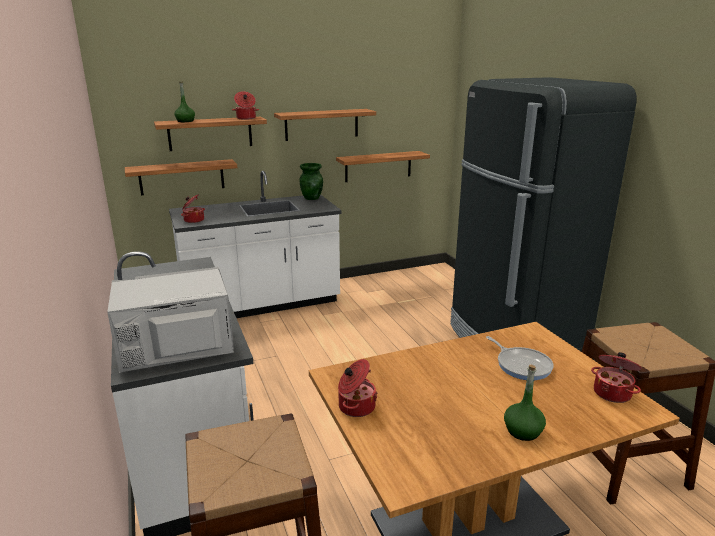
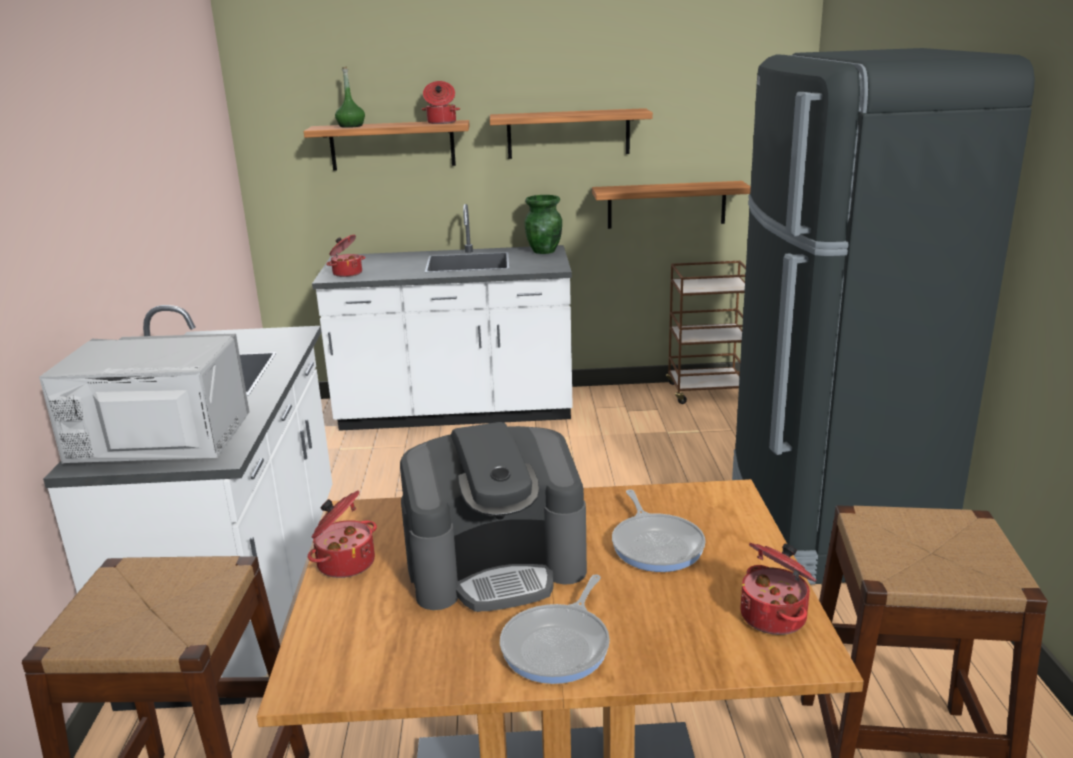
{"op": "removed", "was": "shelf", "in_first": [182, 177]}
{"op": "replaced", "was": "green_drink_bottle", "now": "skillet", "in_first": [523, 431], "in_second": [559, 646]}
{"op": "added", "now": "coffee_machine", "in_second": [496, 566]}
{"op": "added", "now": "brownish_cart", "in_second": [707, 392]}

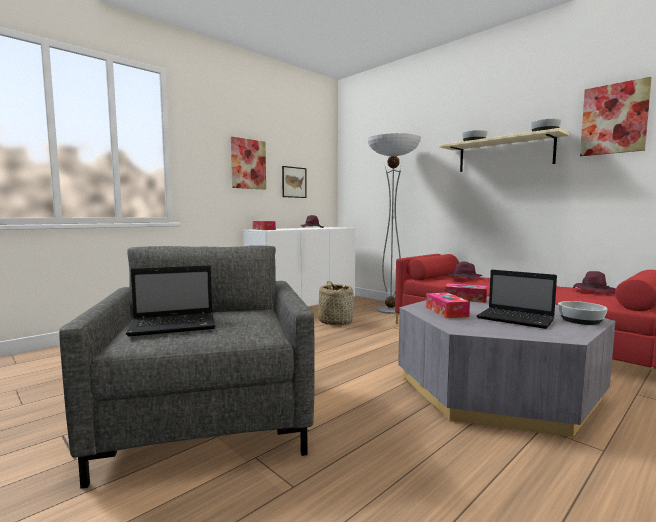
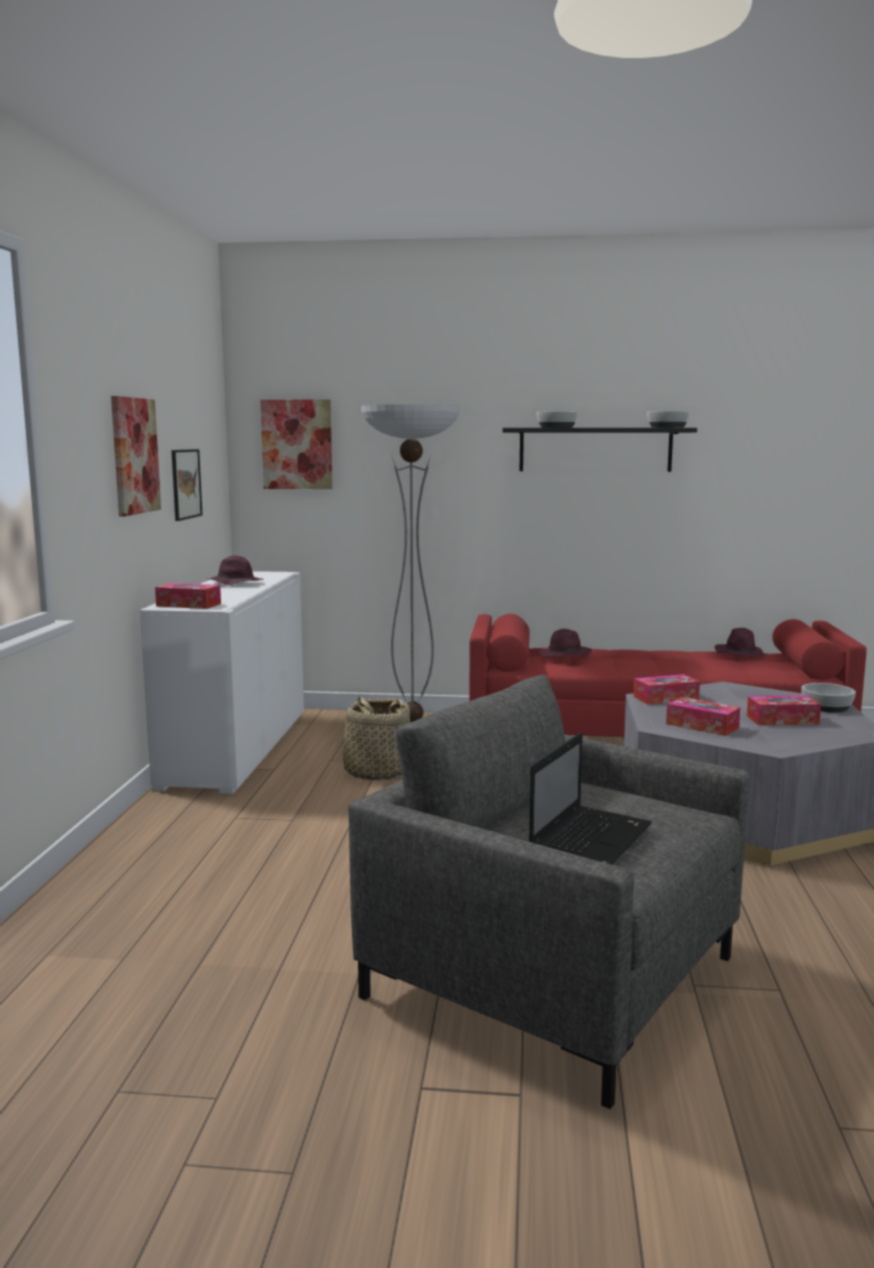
{"op": "recoloured", "was": "sand-coloured_shelf", "now": "black-coloured_shelf", "in_first": [504, 154], "in_second": [595, 449]}
{"op": "replaced", "was": "laptop", "now": "tissue_box", "in_first": [517, 319], "in_second": [782, 720]}
{"op": "moved", "was": "wall_picture", "in_first": [614, 119], "in_second": [297, 444]}

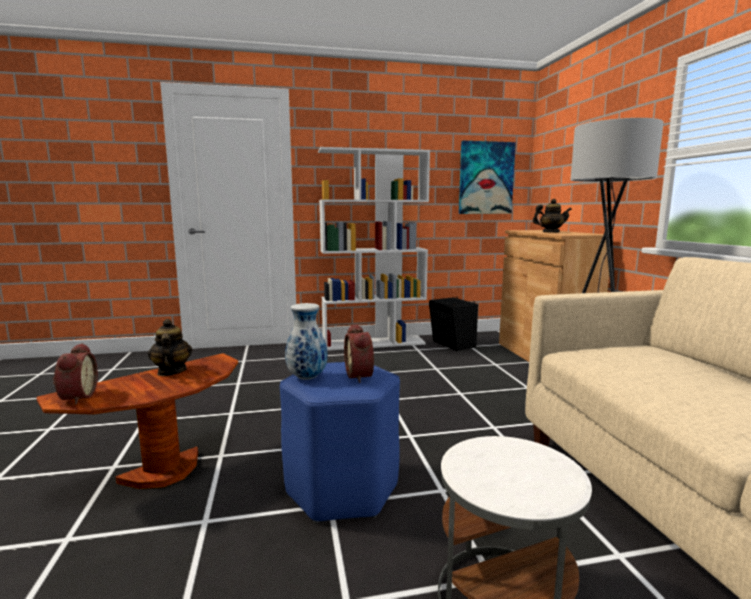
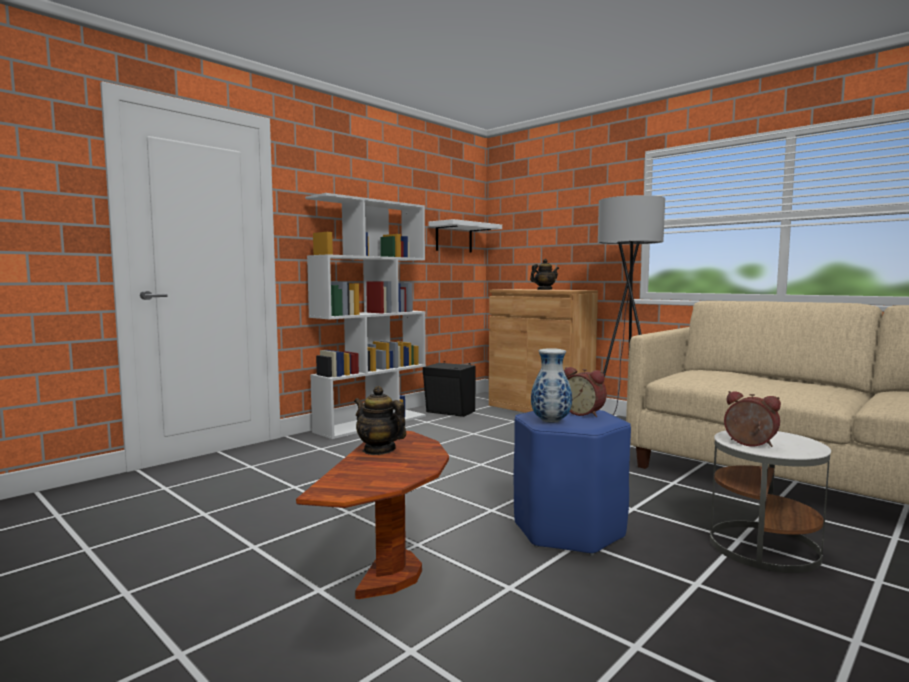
{"op": "moved", "was": "alarm_clock", "in_first": [76, 397], "in_second": [749, 444]}
{"op": "replaced", "was": "wall_picture", "now": "whitish_shelf", "in_first": [486, 178], "in_second": [454, 237]}

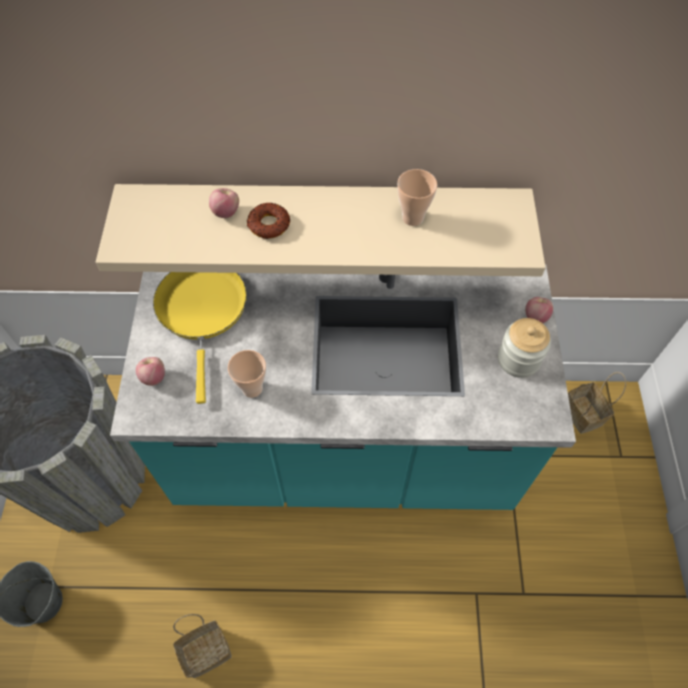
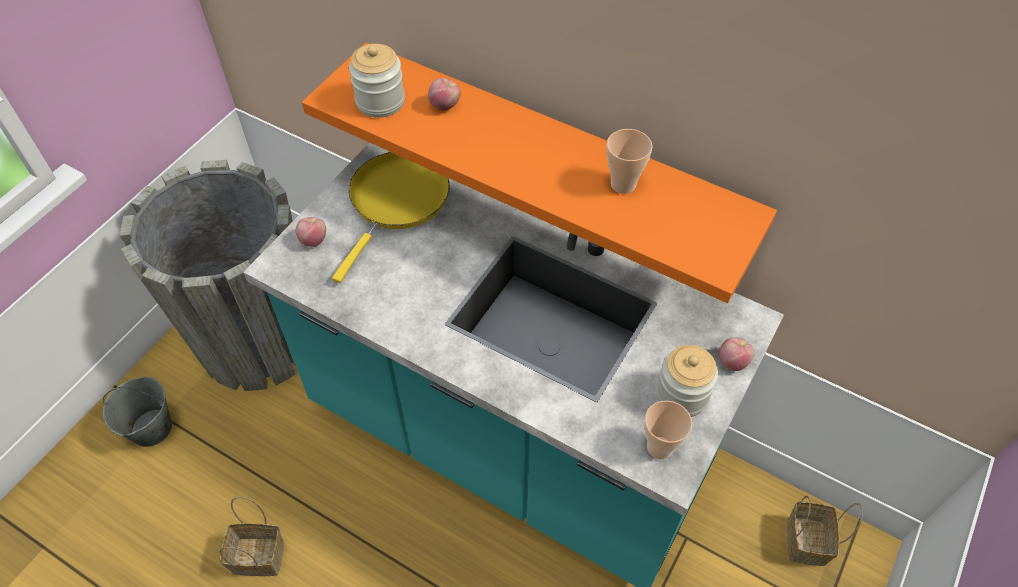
{"op": "recoloured", "was": "sand-coloured_shelf", "now": "orangey_shelf", "in_first": [324, 213], "in_second": [553, 152]}
{"op": "moved", "was": "small_cup", "in_first": [252, 388], "in_second": [659, 447]}
{"op": "removed", "was": "donut", "in_first": [269, 225]}
{"op": "added", "now": "preserve_jar", "in_second": [380, 101]}

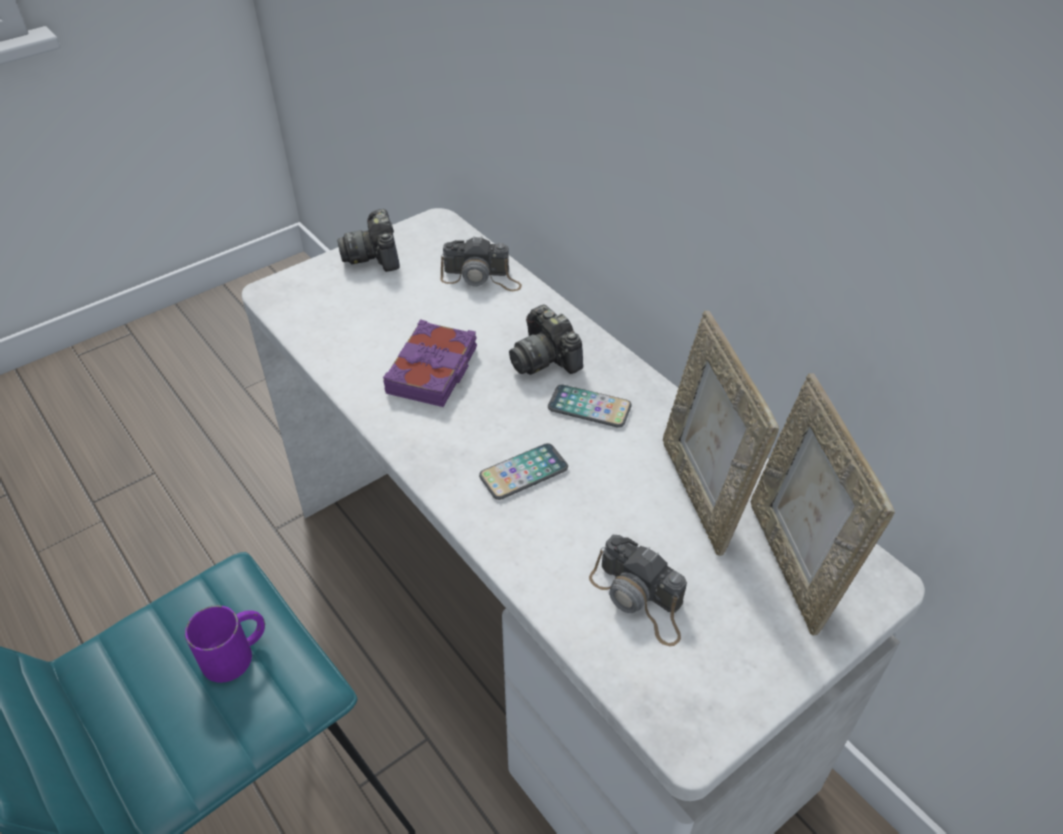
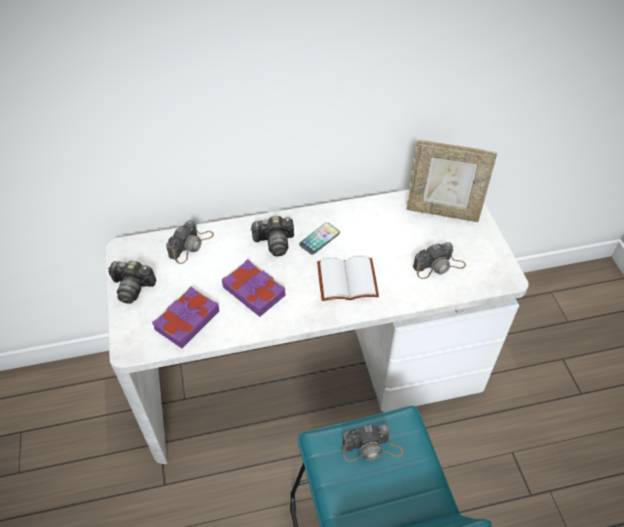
{"op": "replaced", "was": "purple_tea_mug", "now": "photo_camera", "in_first": [236, 653], "in_second": [372, 448]}
{"op": "replaced", "was": "telephone", "now": "whitish_volume", "in_first": [523, 472], "in_second": [348, 279]}
{"op": "removed", "was": "standing_frame", "in_first": [701, 493]}
{"op": "added", "now": "purple_volume", "in_second": [186, 320]}

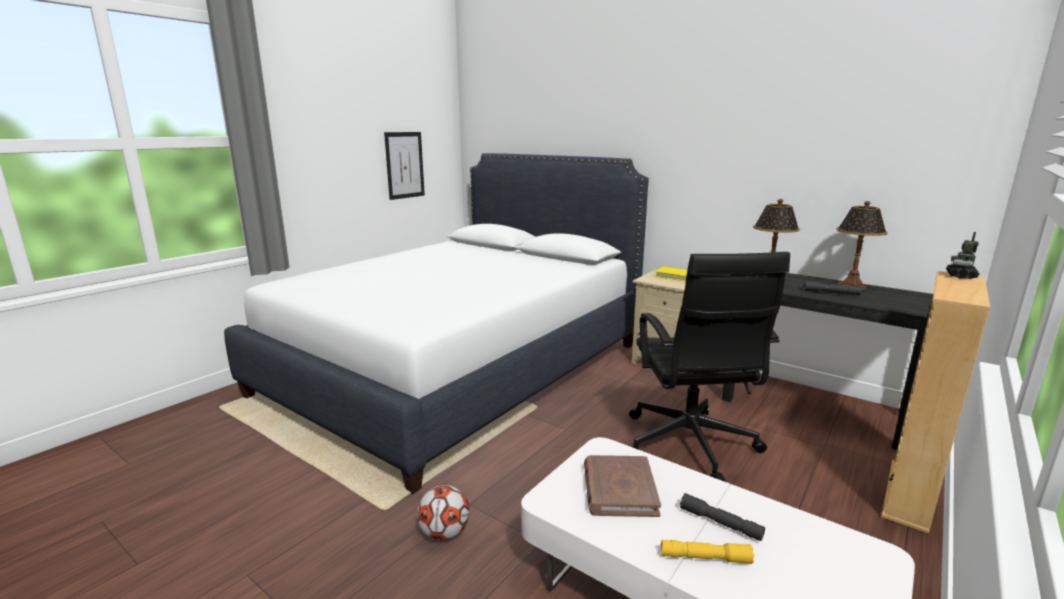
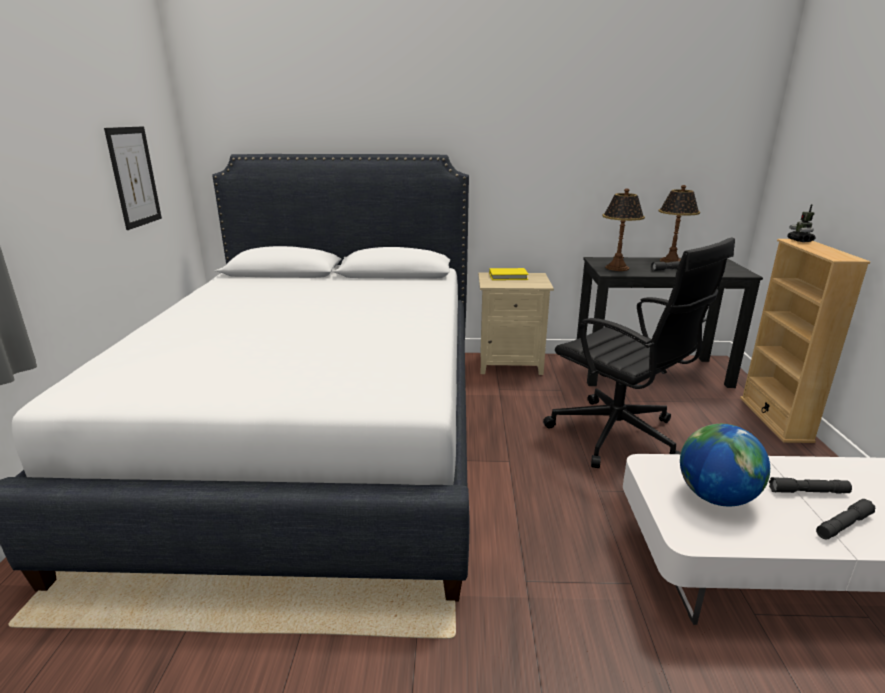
{"op": "removed", "was": "football_ball", "in_first": [444, 533]}
{"op": "replaced", "was": "brownish_volume", "now": "globe", "in_first": [619, 489], "in_second": [715, 497]}
{"op": "recoloured", "was": "yellowish_flashlight", "now": "gray_flashlight", "in_first": [705, 558], "in_second": [843, 525]}

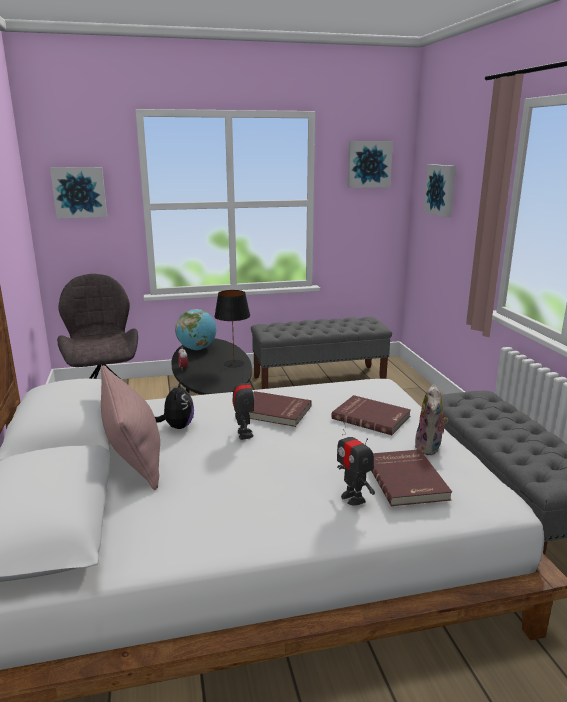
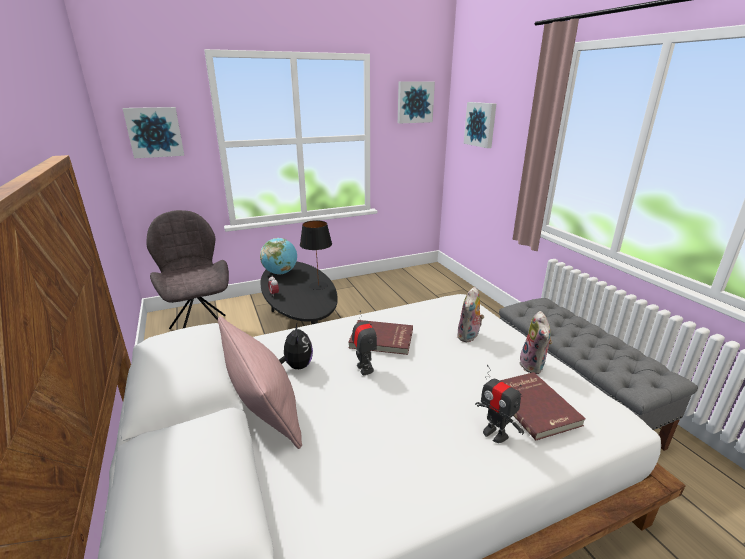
{"op": "removed", "was": "gray_long_seat", "in_first": [319, 380]}
{"op": "replaced", "was": "reddish_volume", "now": "plush_toy", "in_first": [371, 417], "in_second": [469, 337]}

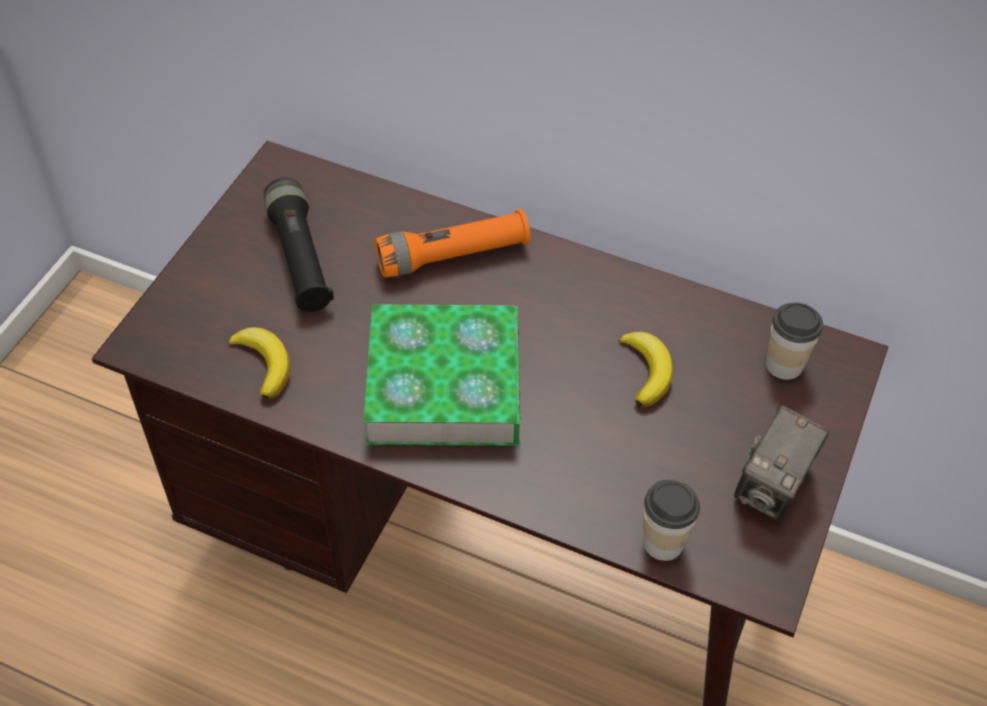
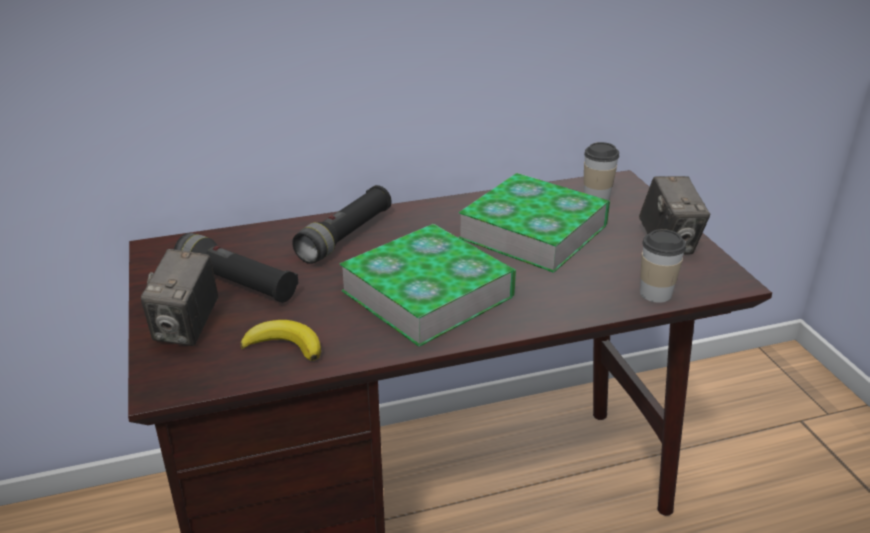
{"op": "recoloured", "was": "orangey_flashlight", "now": "black-coloured_flashlight", "in_first": [453, 256], "in_second": [345, 237]}
{"op": "replaced", "was": "banana", "now": "volume", "in_first": [646, 371], "in_second": [533, 231]}
{"op": "added", "now": "photo_camera", "in_second": [187, 328]}

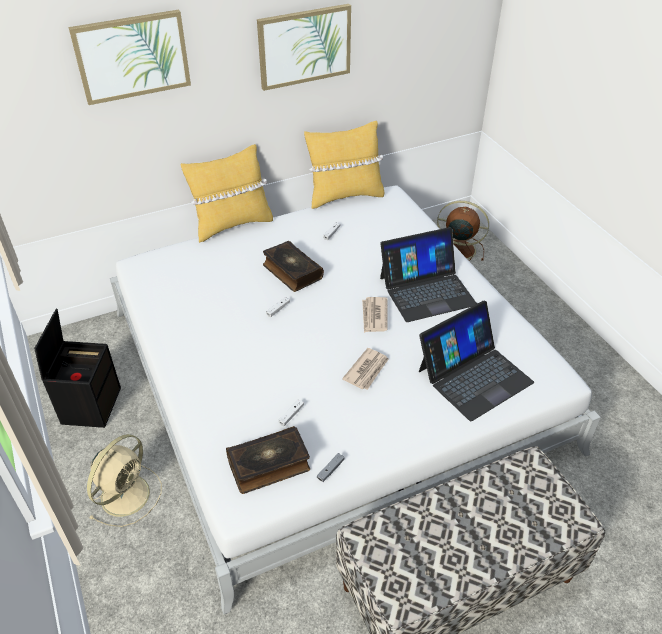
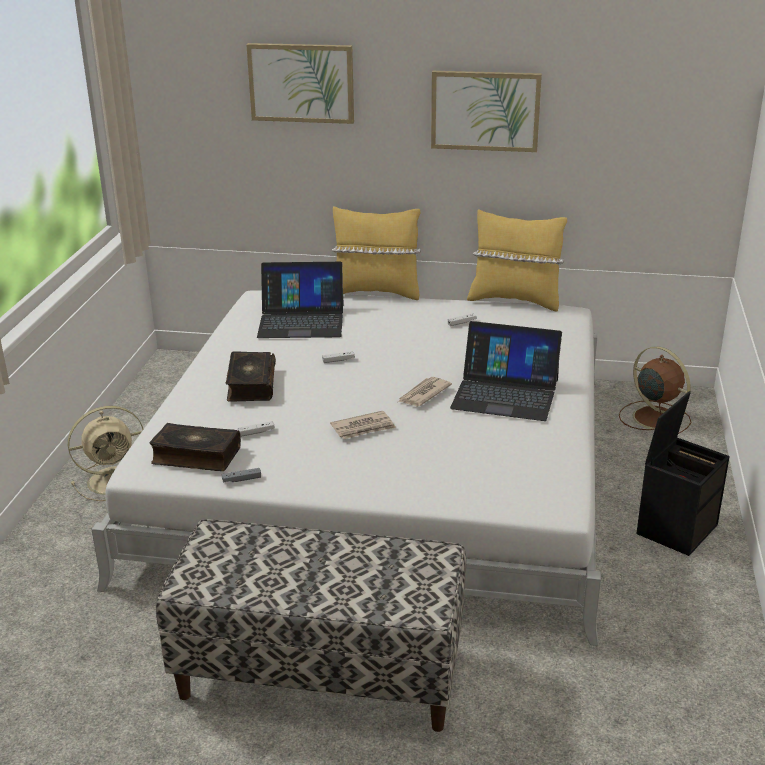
{"op": "moved", "was": "black-coloured_storage_box", "in_first": [91, 404], "in_second": [676, 528]}
{"op": "moved", "was": "volume", "in_first": [291, 272], "in_second": [250, 385]}
{"op": "moved", "was": "laptop", "in_first": [474, 376], "in_second": [301, 321]}

